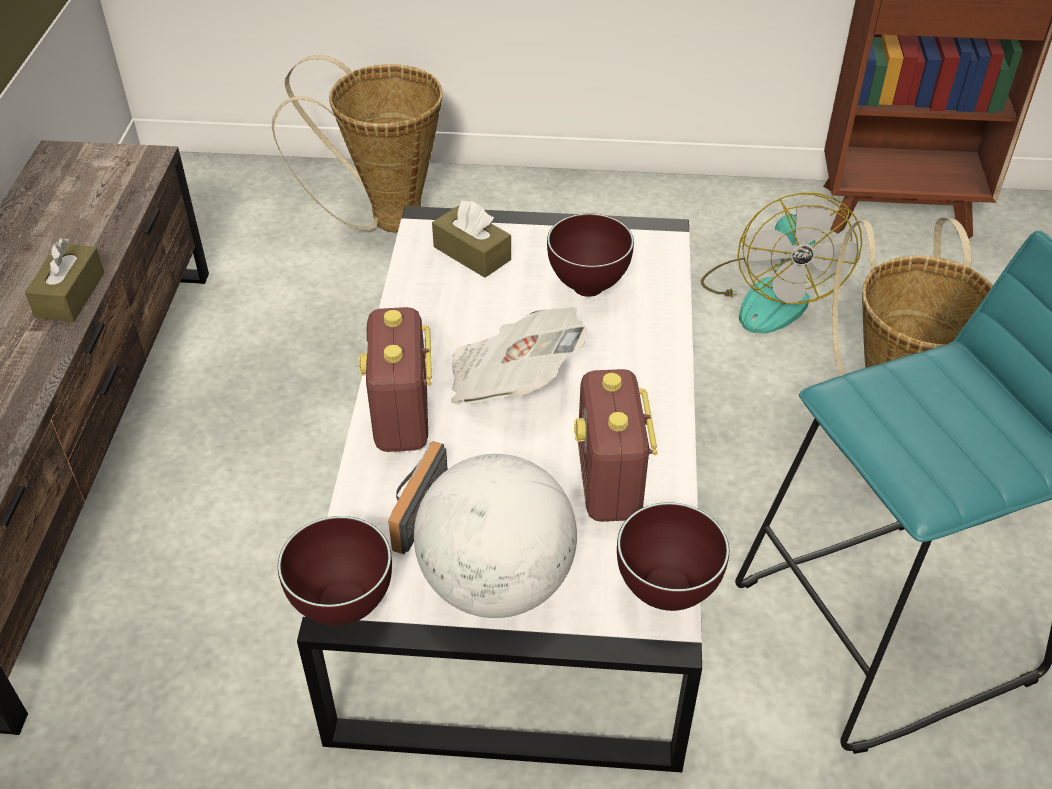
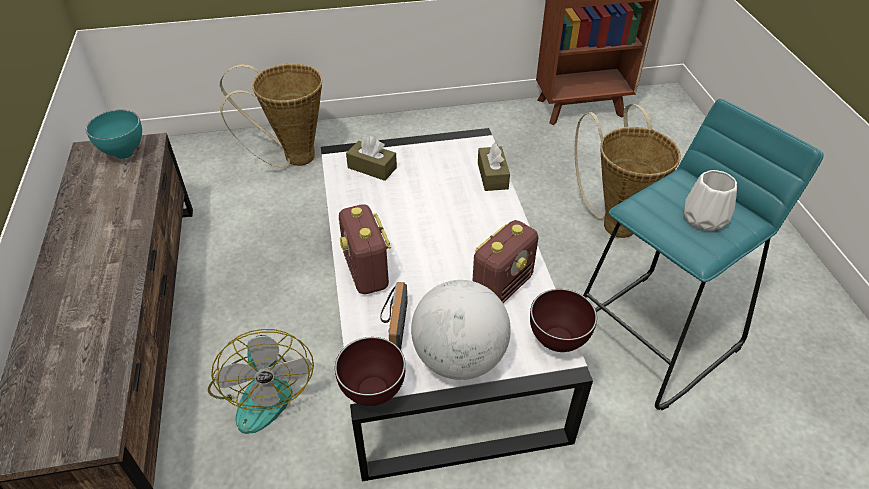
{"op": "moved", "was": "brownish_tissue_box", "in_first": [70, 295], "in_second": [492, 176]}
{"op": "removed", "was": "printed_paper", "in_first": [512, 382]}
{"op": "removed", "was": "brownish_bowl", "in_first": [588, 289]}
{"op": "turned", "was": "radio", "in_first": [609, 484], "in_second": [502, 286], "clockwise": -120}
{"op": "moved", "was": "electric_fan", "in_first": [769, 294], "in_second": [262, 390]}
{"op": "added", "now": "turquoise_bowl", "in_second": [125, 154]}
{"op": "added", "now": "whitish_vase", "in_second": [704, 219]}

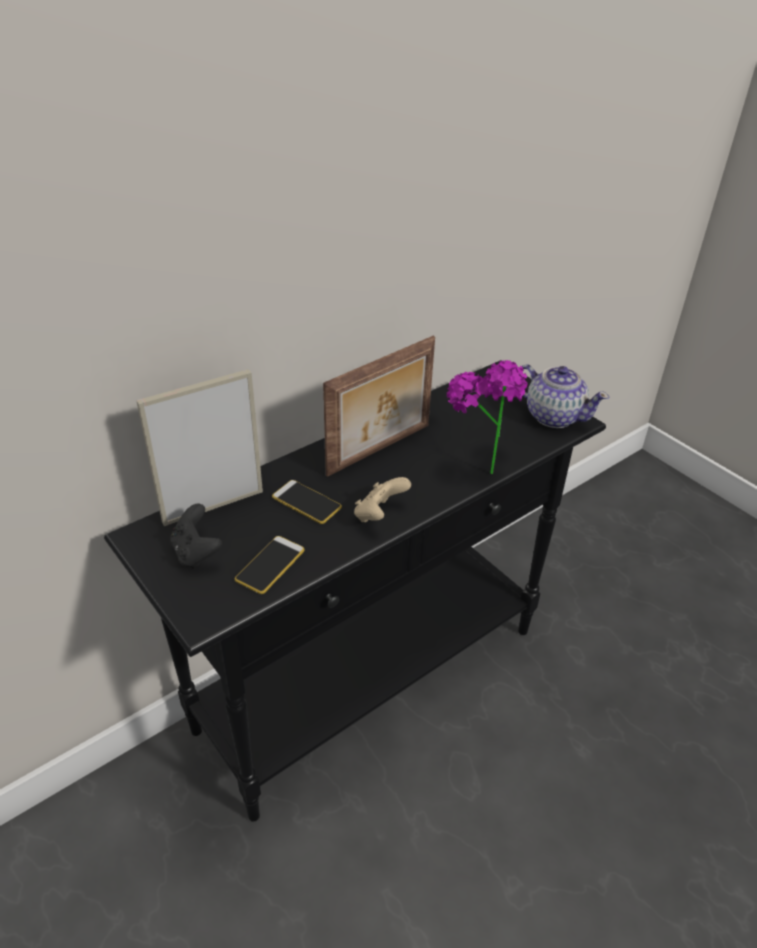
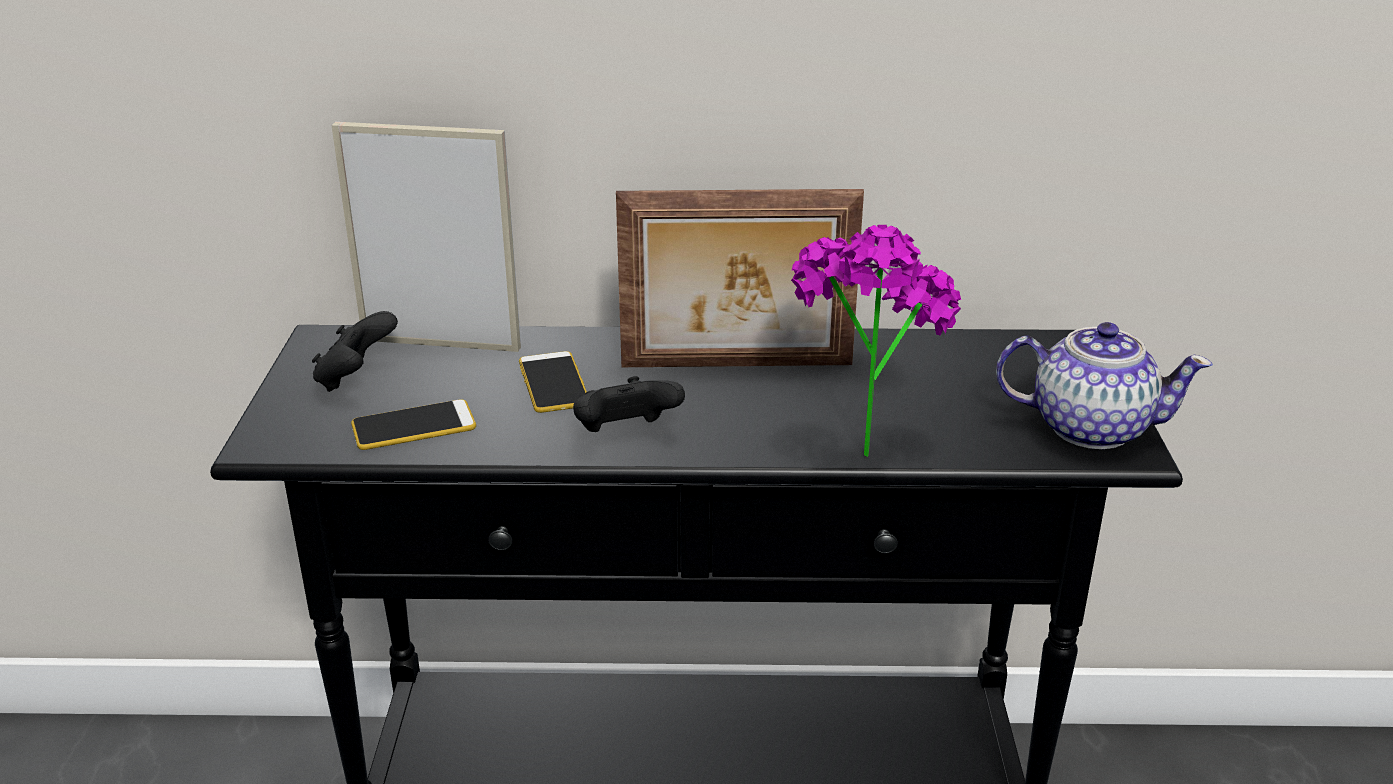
{"op": "recoloured", "was": "sand-coloured_gamepad", "now": "black-coloured_gamepad", "in_first": [379, 515], "in_second": [625, 434]}
{"op": "turned", "was": "tea_pot", "in_first": [553, 416], "in_second": [1089, 427], "clockwise": -60}

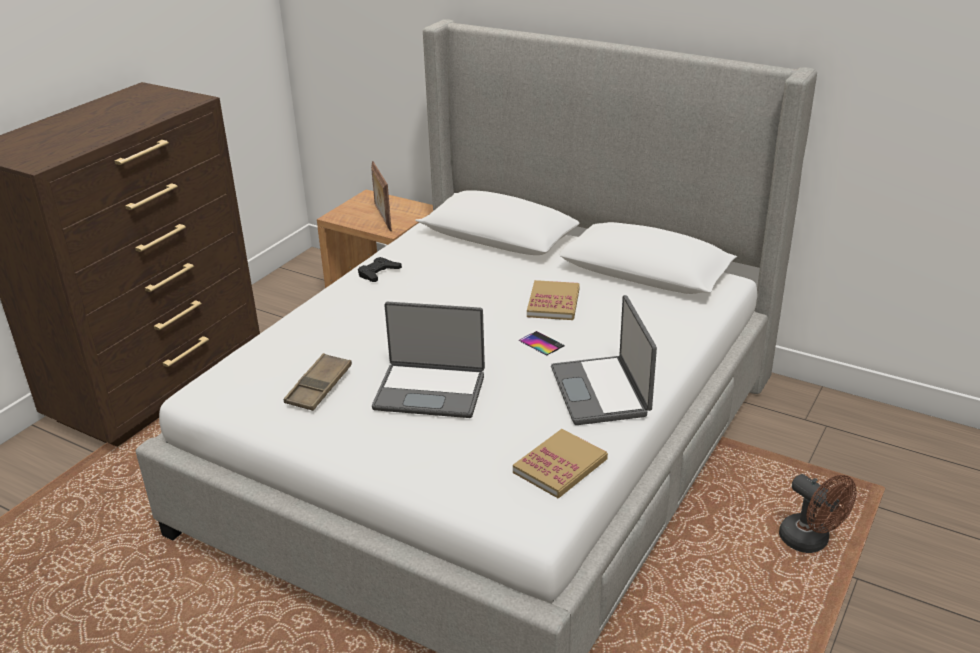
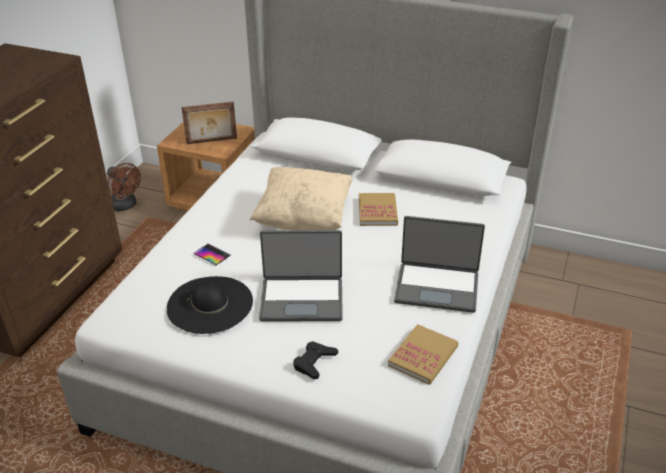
{"op": "replaced", "was": "brownish_serving_tray", "now": "black-coloured_wearable_hat", "in_first": [319, 387], "in_second": [210, 304]}
{"op": "moved", "was": "black-coloured_gamepad", "in_first": [378, 273], "in_second": [314, 362]}
{"op": "turned", "was": "standing_frame", "in_first": [382, 218], "in_second": [212, 141], "clockwise": -75}
{"op": "moved", "was": "telephone", "in_first": [541, 343], "in_second": [212, 254]}
{"op": "turned", "was": "laptop", "in_first": [601, 391], "in_second": [437, 287], "clockwise": -60}
{"op": "moved", "was": "brownish_electric_fan", "in_first": [810, 542], "in_second": [125, 206]}
{"op": "added", "now": "sand-coloured_pillow", "in_second": [304, 218]}

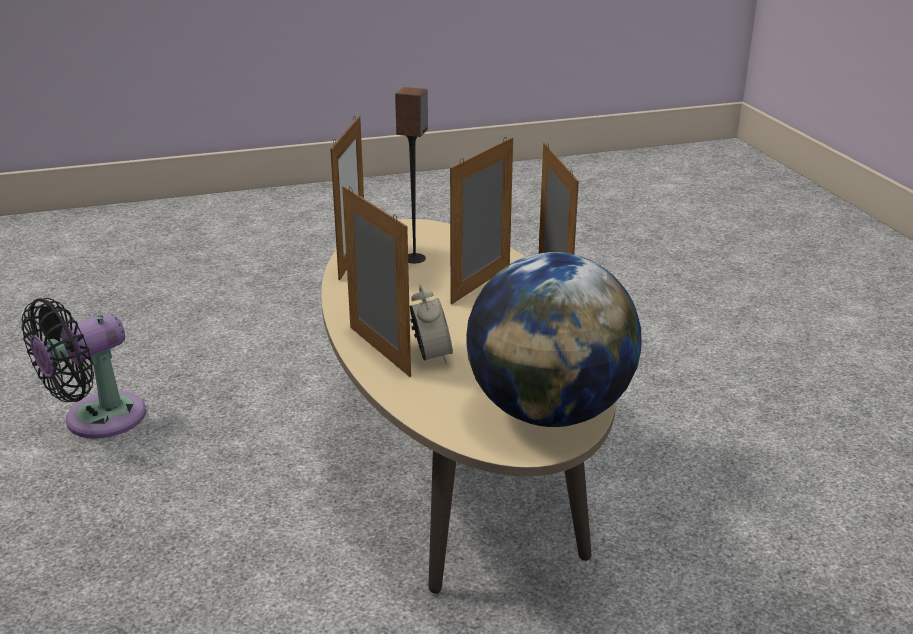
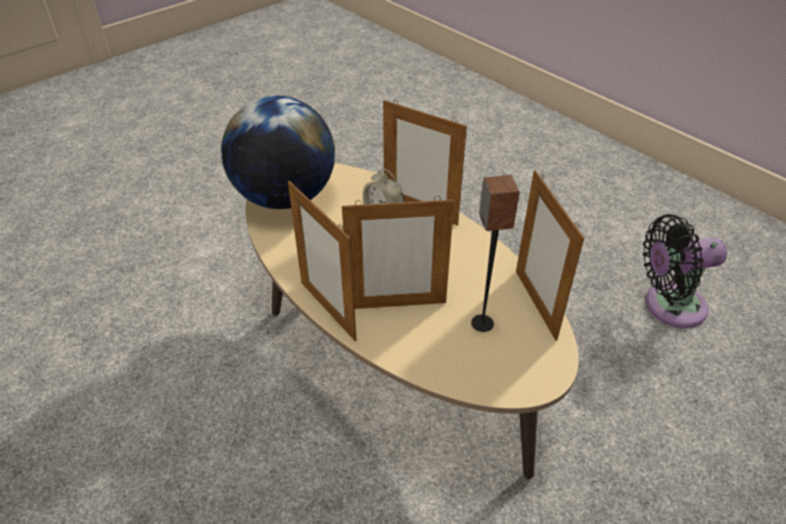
{"op": "turned", "was": "black-coloured_electric_fan", "in_first": [97, 420], "in_second": [668, 306], "clockwise": -120}
{"op": "turned", "was": "standing_frame", "in_first": [481, 284], "in_second": [397, 305], "clockwise": 75}

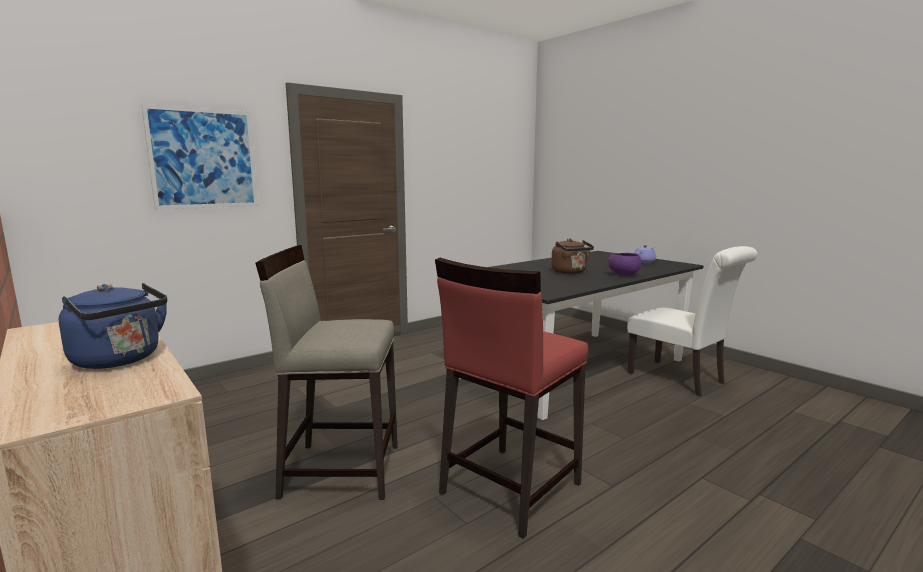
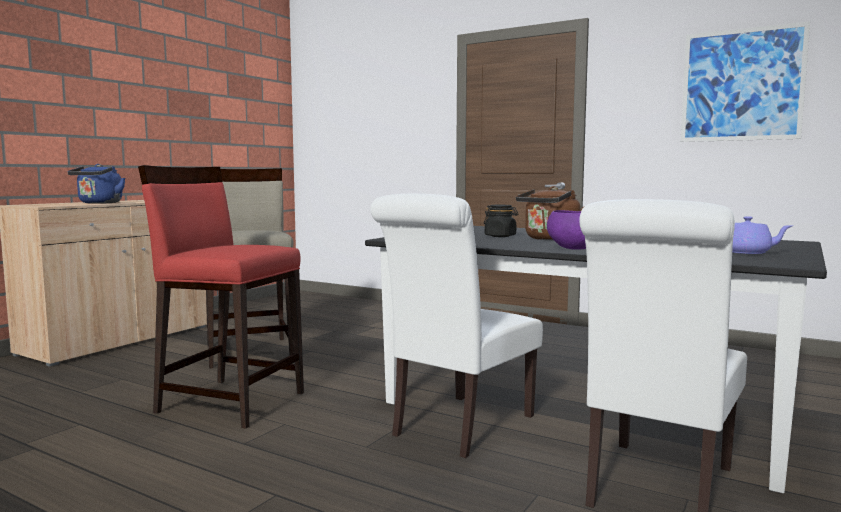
{"op": "moved", "was": "wall_picture", "in_first": [203, 158], "in_second": [741, 85]}
{"op": "added", "now": "whitish_plain_chair", "in_second": [458, 427]}
{"op": "added", "now": "black-coloured_preserve_jar", "in_second": [500, 236]}

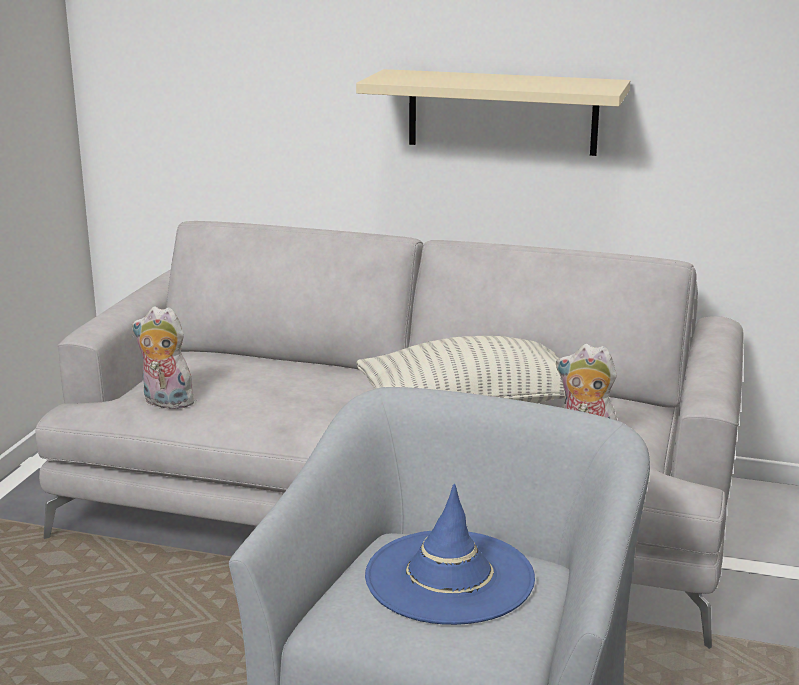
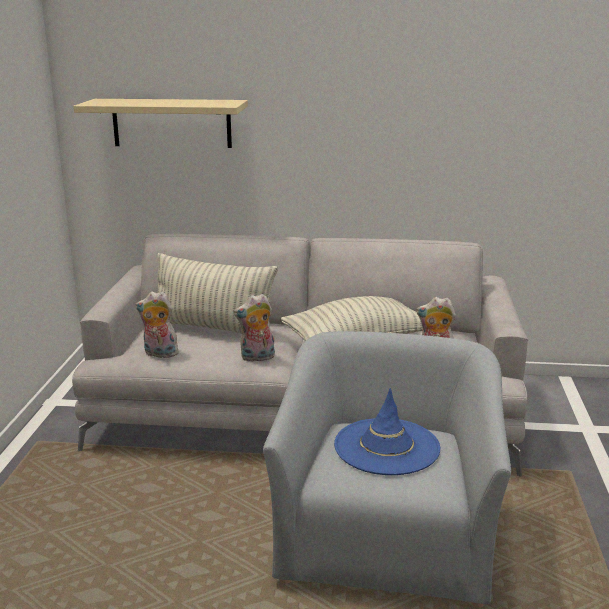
{"op": "moved", "was": "sand-coloured_shelf", "in_first": [502, 112], "in_second": [171, 123]}
{"op": "added", "now": "pillow", "in_second": [213, 329]}
{"op": "added", "now": "plush_toy", "in_second": [257, 358]}

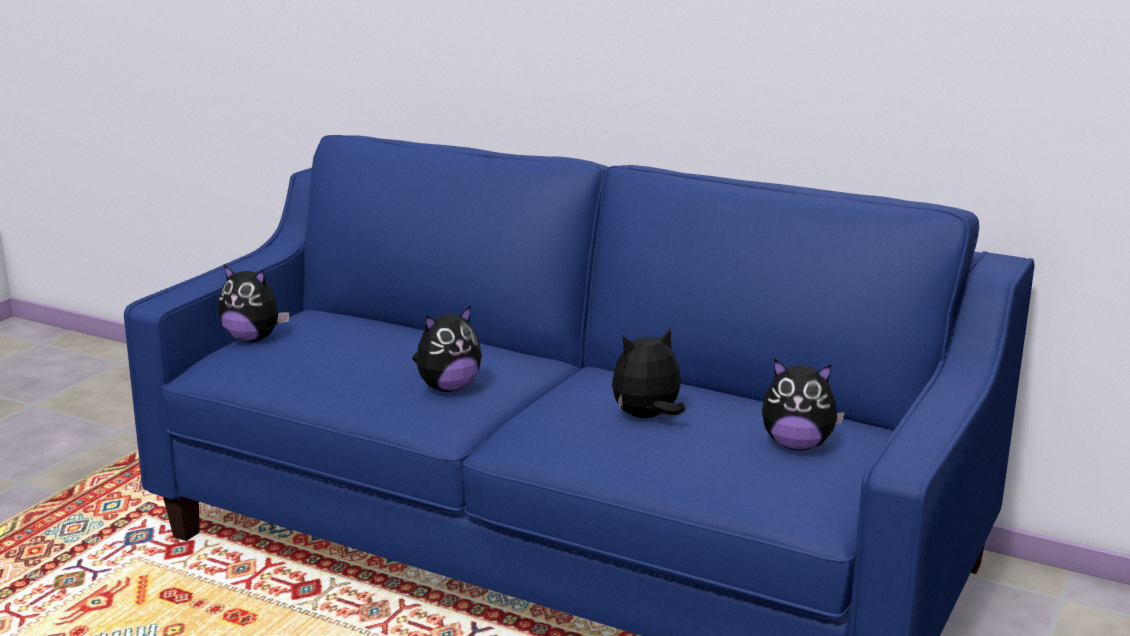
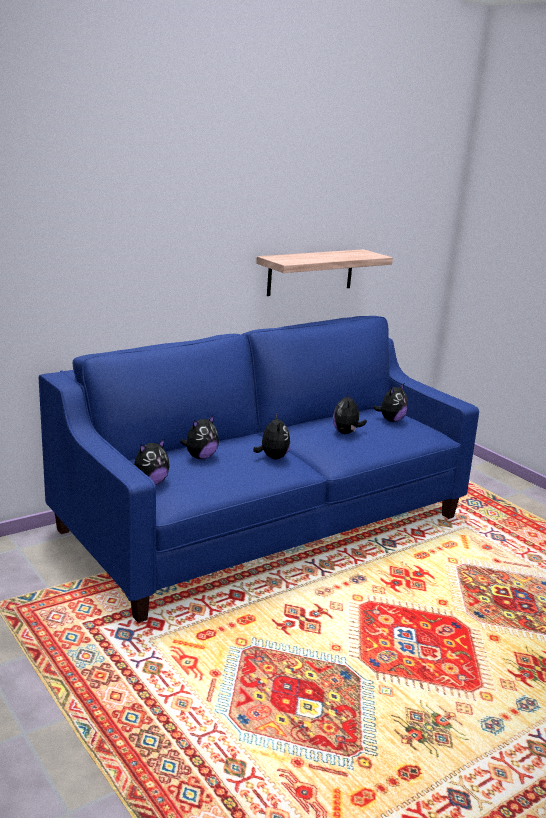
{"op": "added", "now": "plush_toy", "in_second": [200, 457]}
{"op": "added", "now": "shelf", "in_second": [311, 272]}

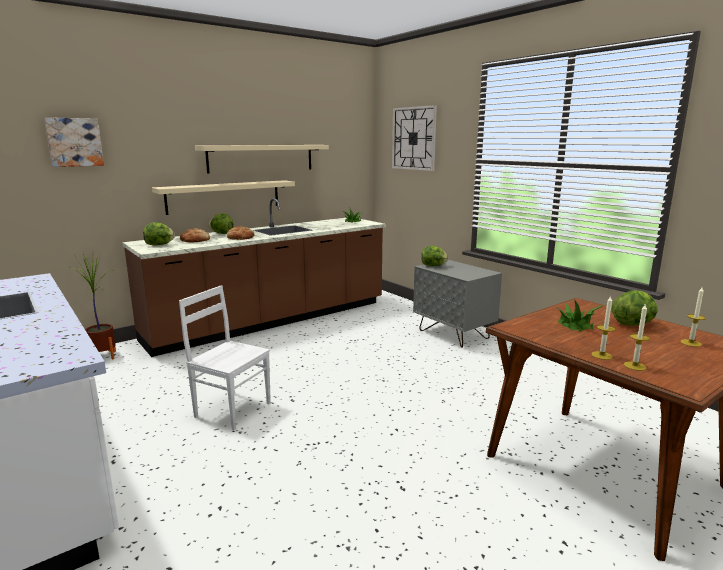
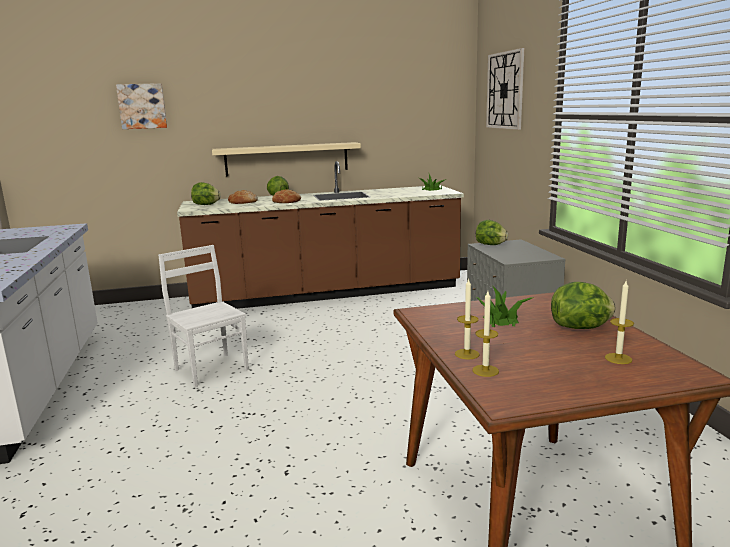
{"op": "removed", "was": "plant_in_a_pot", "in_first": [103, 356]}
{"op": "removed", "was": "sand-coloured_shelf", "in_first": [261, 158]}

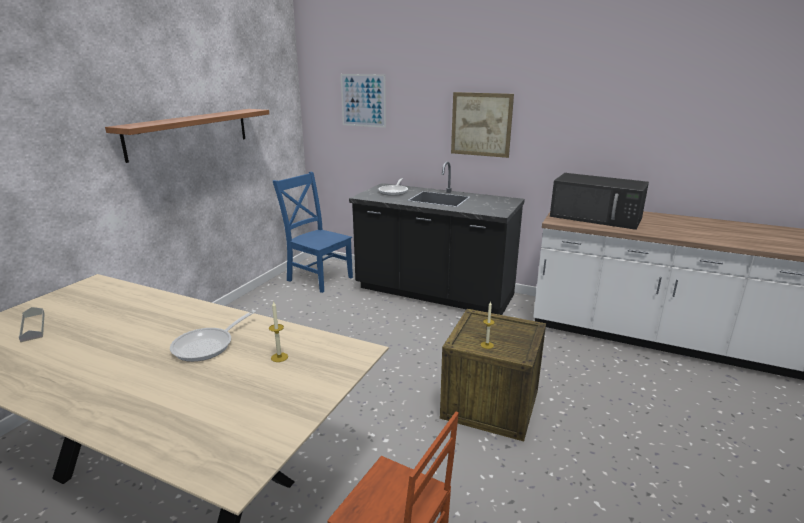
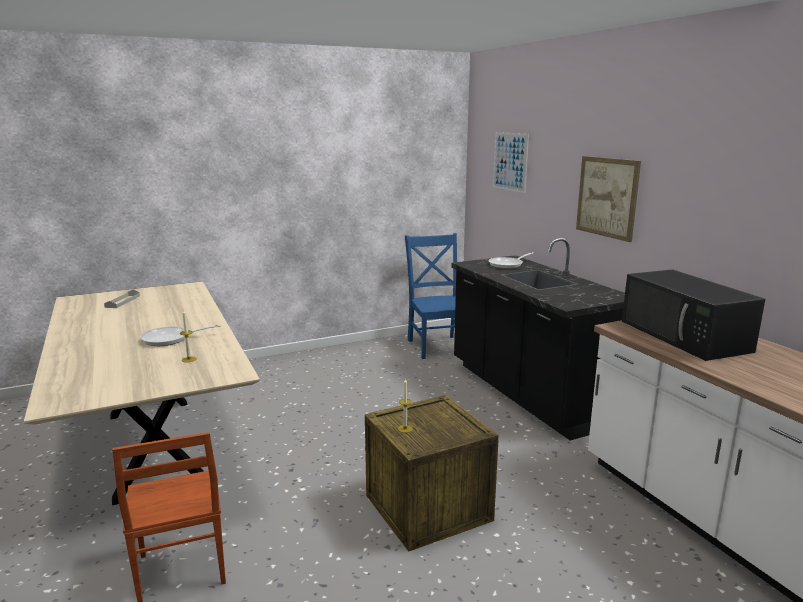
{"op": "removed", "was": "shelf", "in_first": [190, 133]}

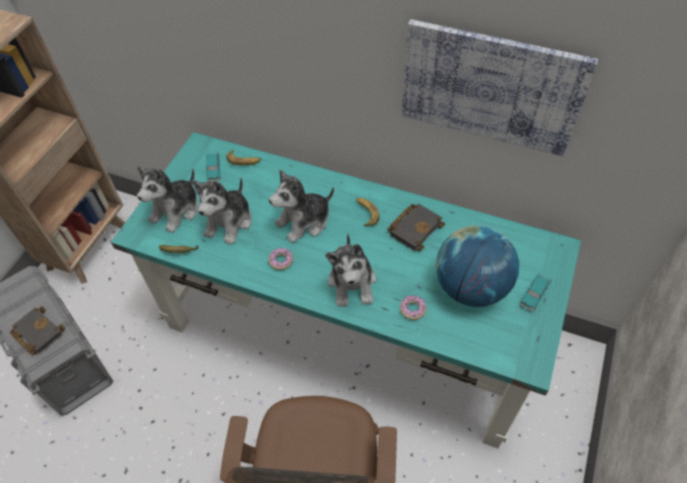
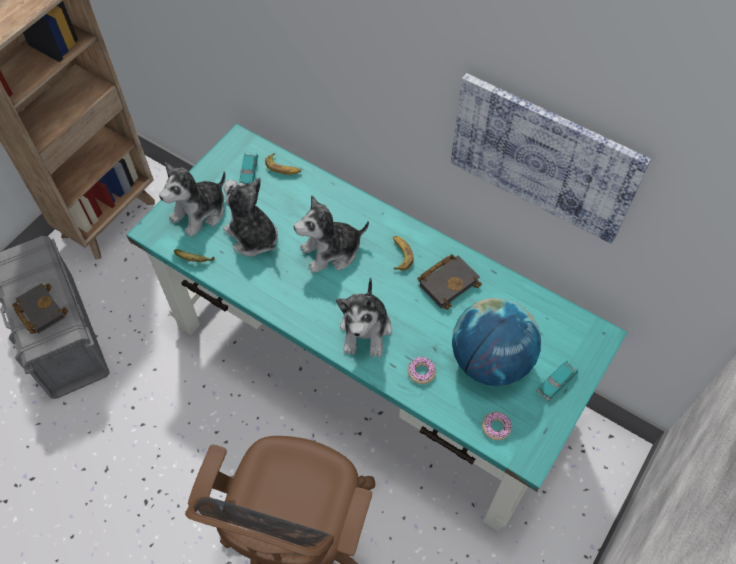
{"op": "turned", "was": "plush_toy", "in_first": [229, 222], "in_second": [252, 236], "clockwise": 105}
{"op": "moved", "was": "donut", "in_first": [281, 261], "in_second": [496, 427]}

